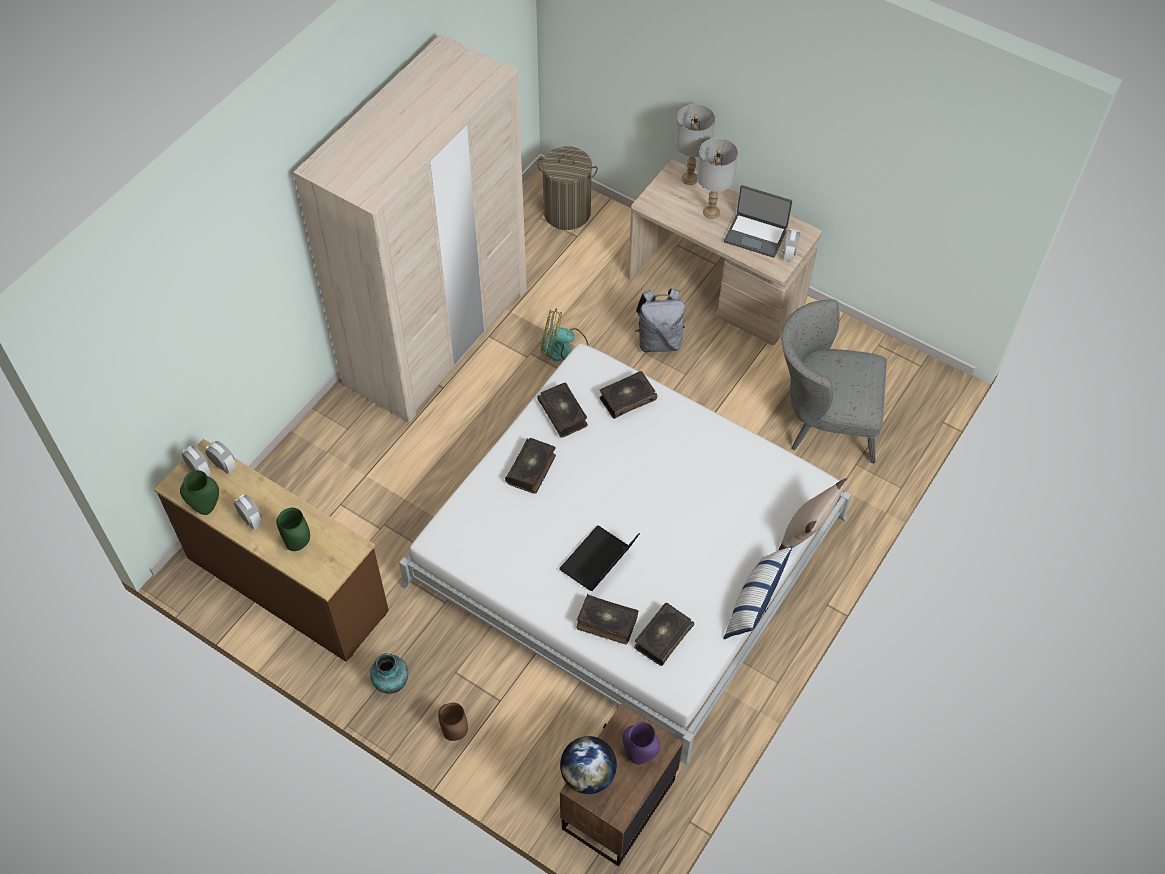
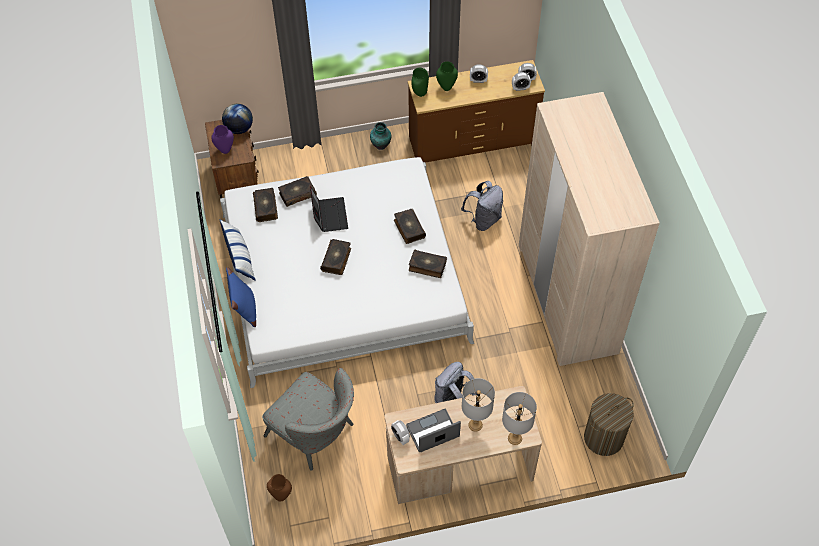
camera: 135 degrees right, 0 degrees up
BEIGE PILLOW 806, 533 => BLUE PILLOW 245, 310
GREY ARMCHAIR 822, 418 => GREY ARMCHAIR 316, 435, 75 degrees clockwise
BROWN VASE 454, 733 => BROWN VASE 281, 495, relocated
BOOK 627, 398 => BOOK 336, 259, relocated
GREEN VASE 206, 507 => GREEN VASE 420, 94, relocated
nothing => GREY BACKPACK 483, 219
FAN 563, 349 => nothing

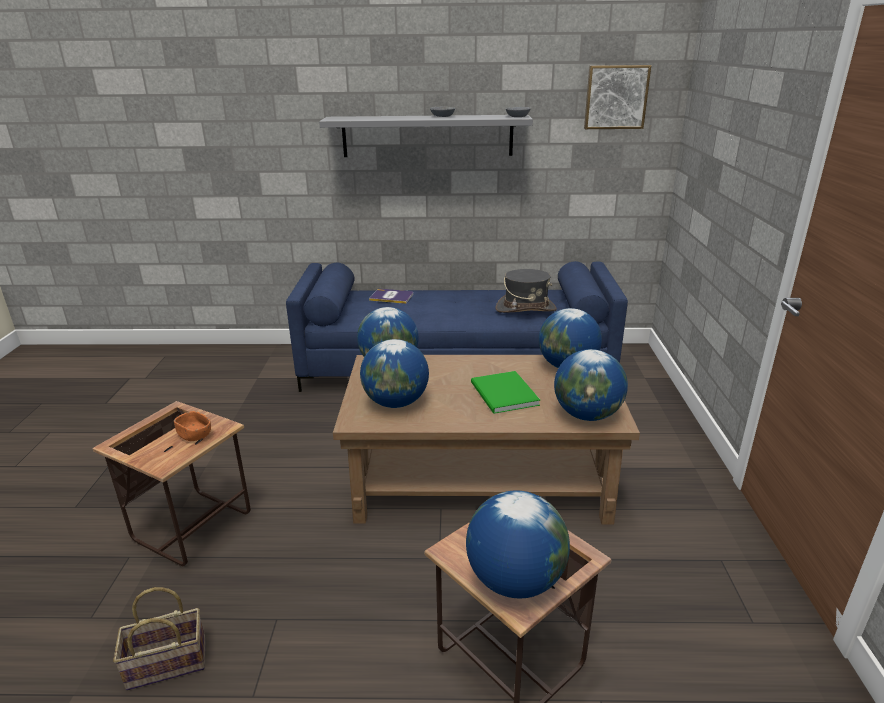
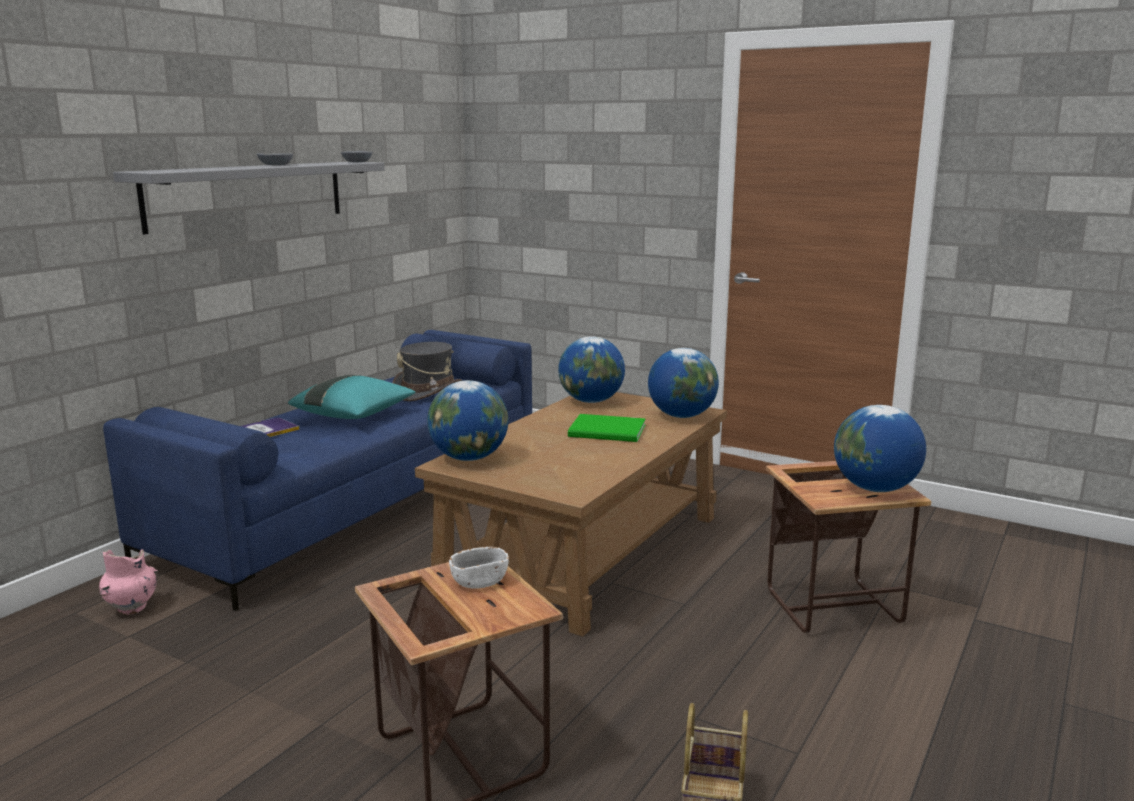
camera: 60 degrees left, 10 degrees down
nothing => PINK VASE 132, 608
nothing => TURQUOISE PILLOW 354, 415
ORANGE BOWL 195, 435 => WHITE BOWL 480, 582
GLOBE 396, 403 => nothing
PICTURE 616, 97 => nothing

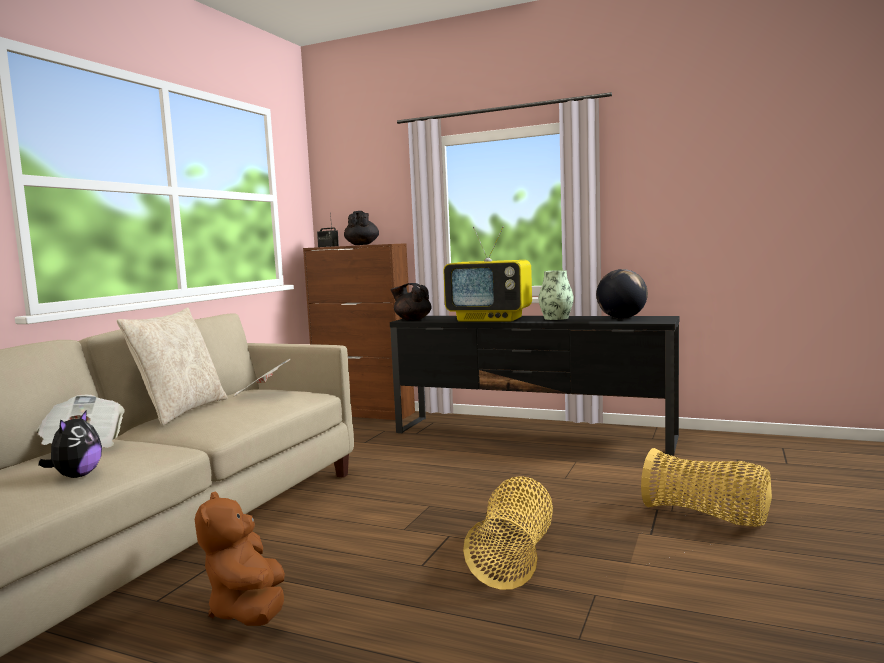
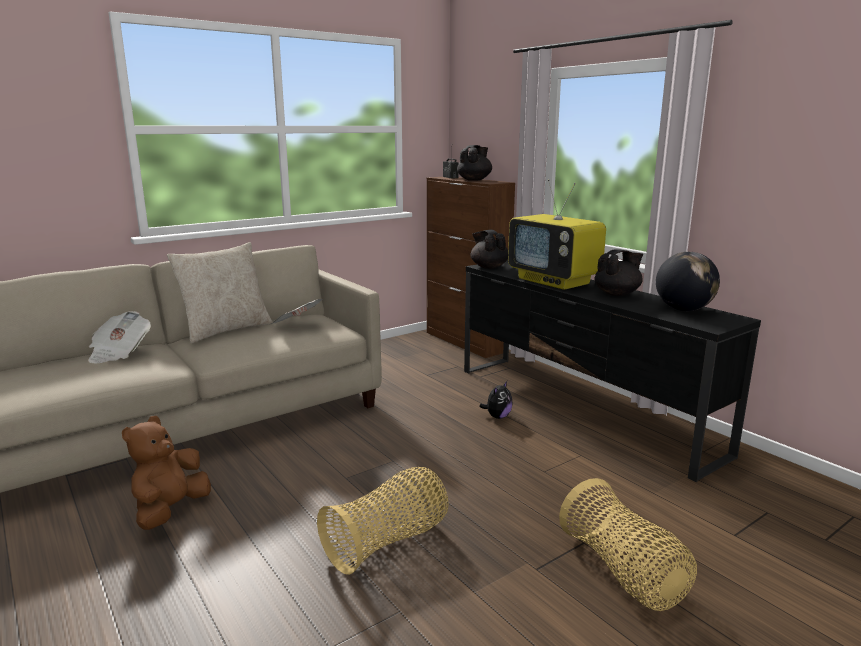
camera: 30 degrees right, 10 degrees up
PLUSH TOY 76, 476 => PLUSH TOY 497, 416, relocated
VASE 556, 318 => BLACK TEAPOT 617, 294

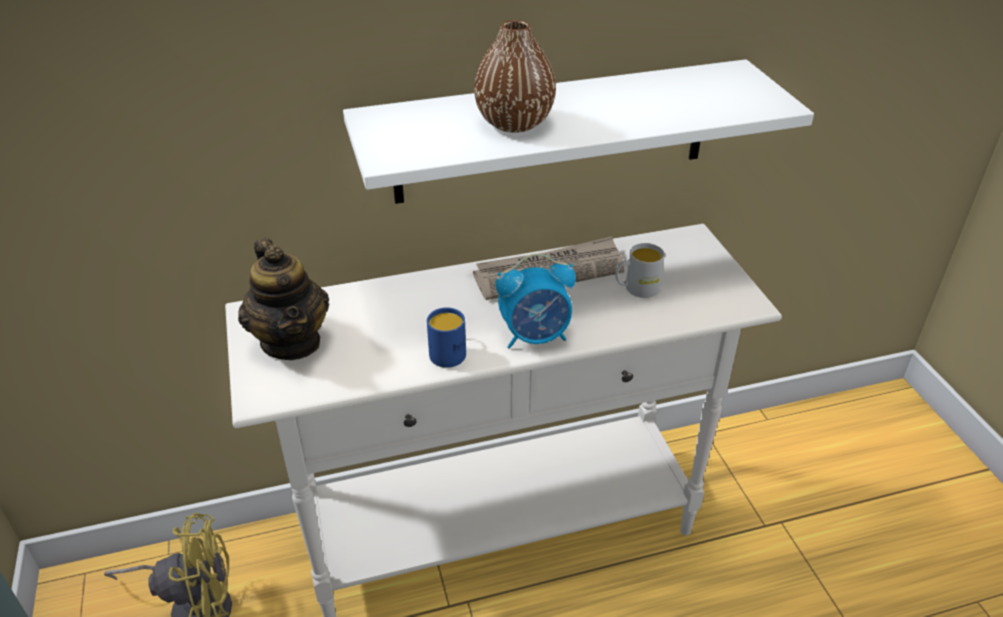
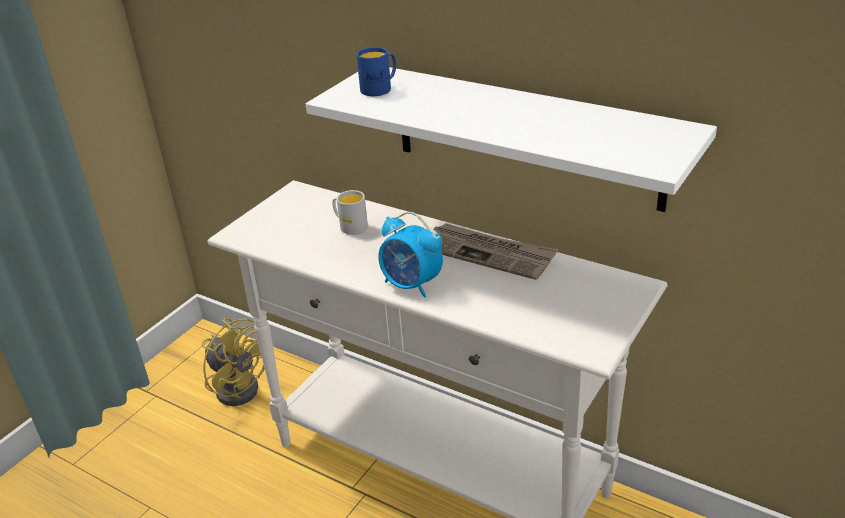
camera: 50 degrees right, 5 degrees down
WHITE MUG 636, 289 => WHITE MUG 350, 226, relocated
BLUE MUG 448, 351 => BLUE MUG 380, 88, relocated
TEAPOT 292, 342 => nothing
BROWN VASE 514, 123 => nothing

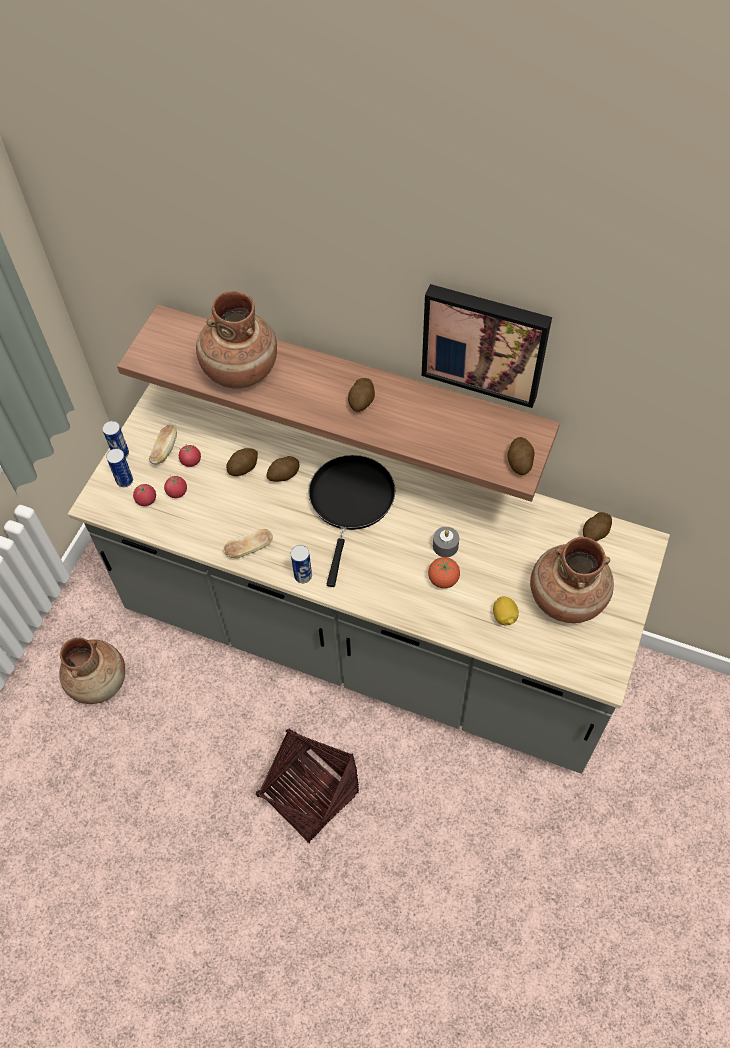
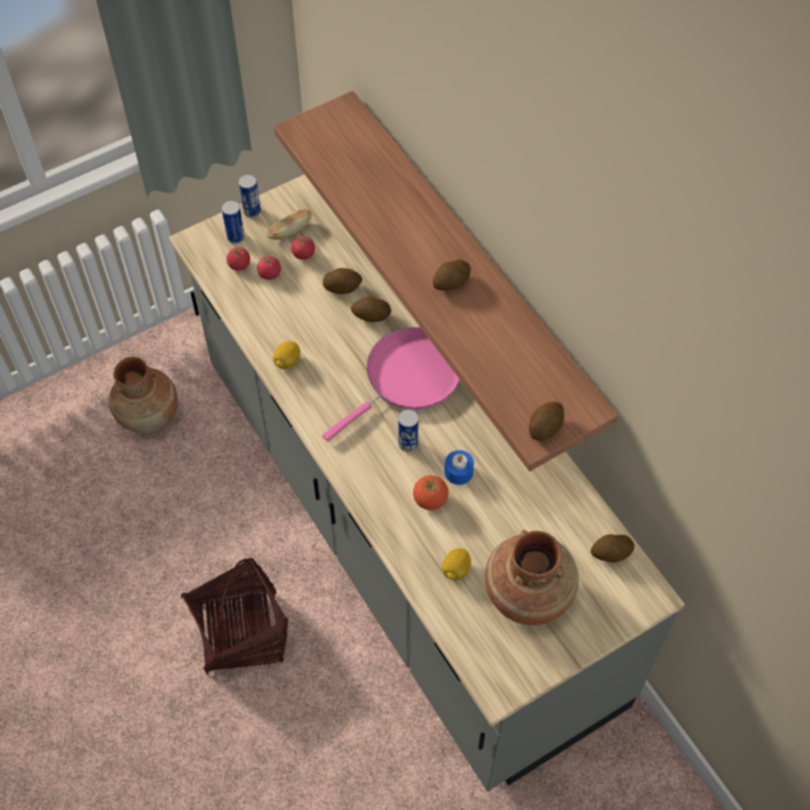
camera: 35 degrees right, 0 degrees up
BREAD 249, 549 => LEMON 287, 362
BLACK FRYING PAN 351, 503 => PINK FRYING PAN 408, 378
CAN 303, 576 => CAN 408, 444, relocated
GREY CANDLE 445, 546 => BLUE CANDLE 458, 472
BROWN VASE 239, 370 => nothing
PICTURE 485, 342 => nothing

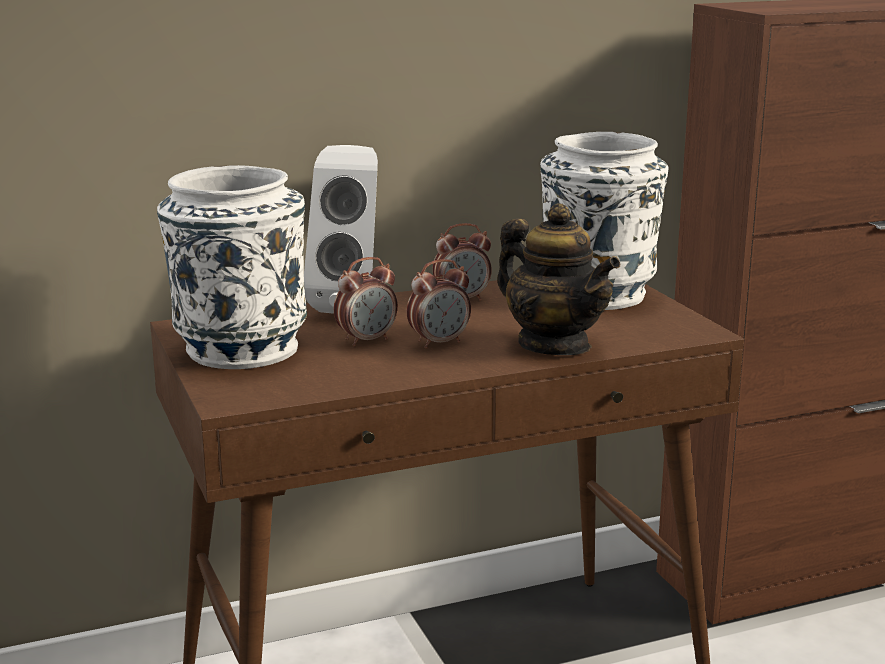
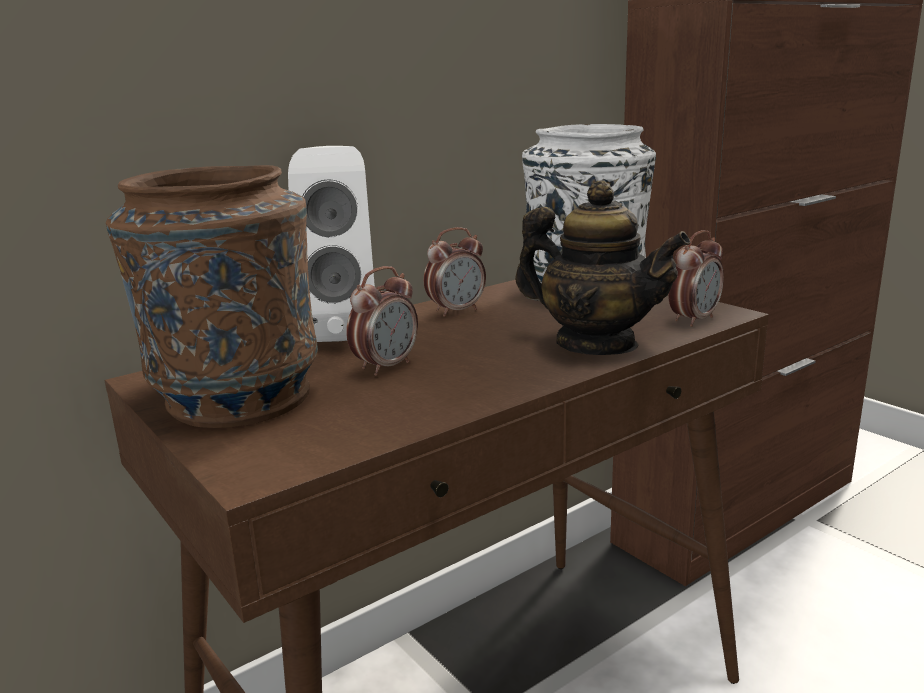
camera: 15 degrees left, 0 degrees up
WHITE VASE 239, 349 => BROWN VASE 235, 399
ALARM CLOCK 439, 343 => ALARM CLOCK 694, 320, relocated

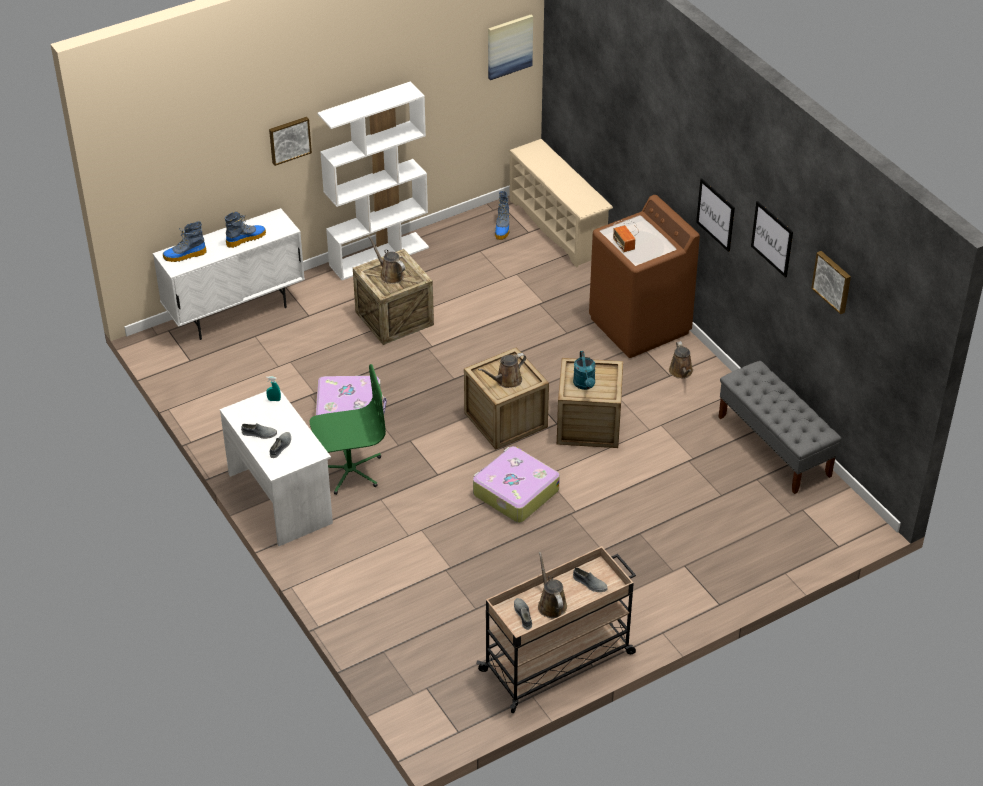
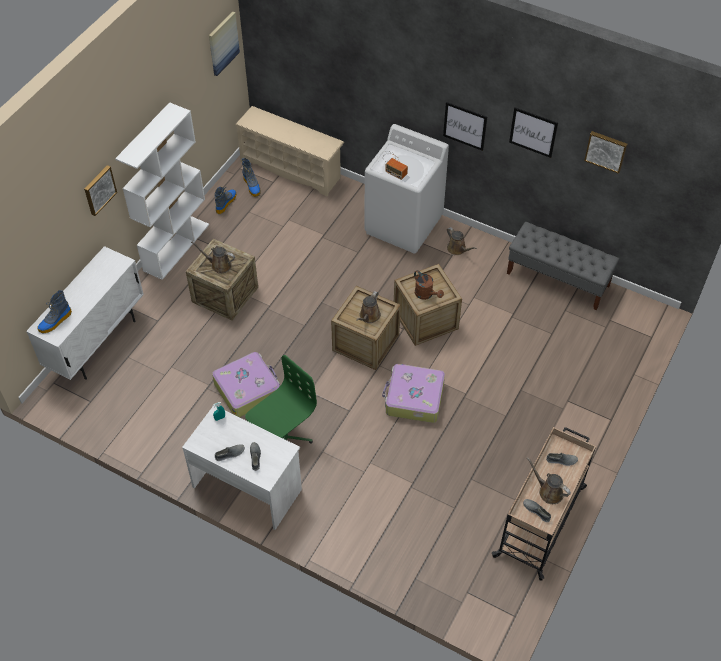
camera: 30 degrees left, 10 degrees up
BOOT 246, 238 => BOOT 226, 203, relocated
BROWN WASHING MACHINE 640, 326 => WHITE WASHING MACHINE 404, 225
TURQUOISE WATERING CAN 585, 385 => BROWN WATERING CAN 426, 294

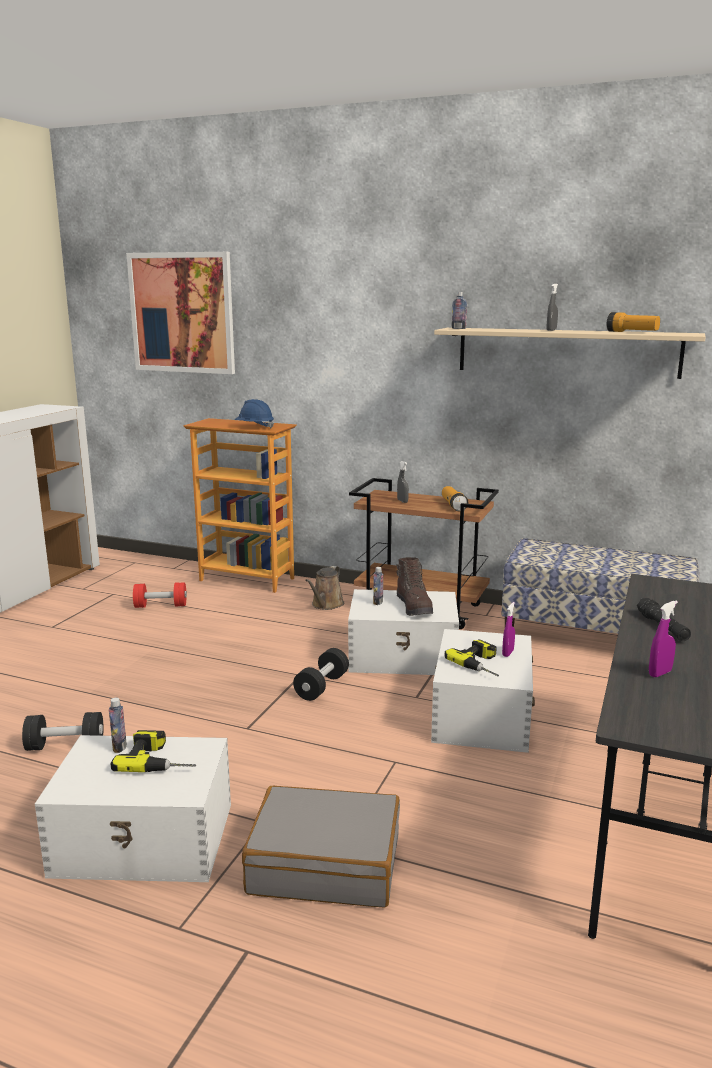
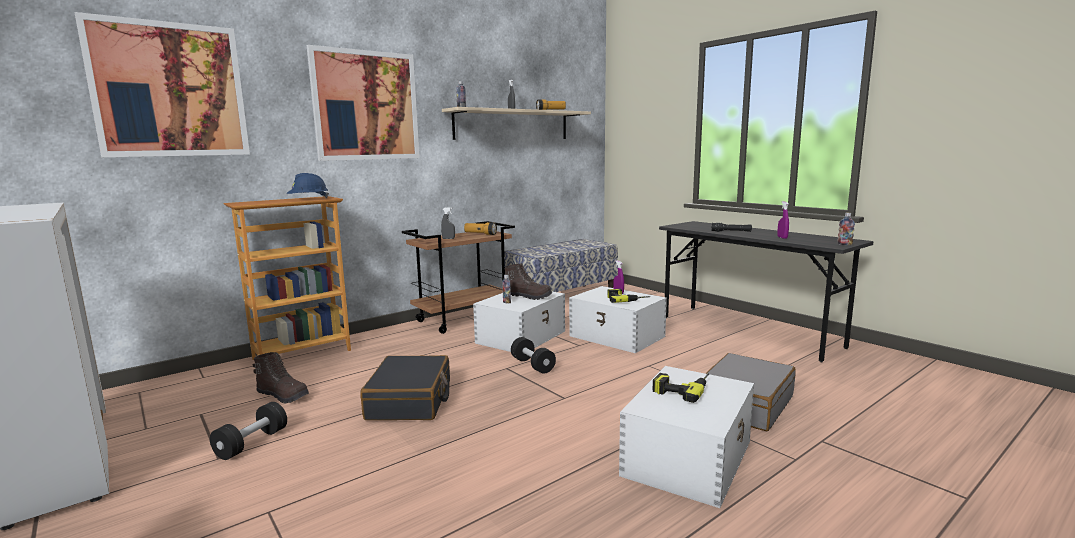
camera: 60 degrees left, 5 degrees down
BLACK DUMBBELL 65, 746 => BLACK DUMBBELL 252, 443, relocated
RED DUMBBELL 160, 606 => BROWN BOOT 283, 395
nothing => PICTURE 366, 106
nothing => BLACK SUITCASE 410, 400
BOTTLE 119, 747 => BOTTLE 844, 244, relocated
BROWN WATERING CAN 326, 605 => nothing

